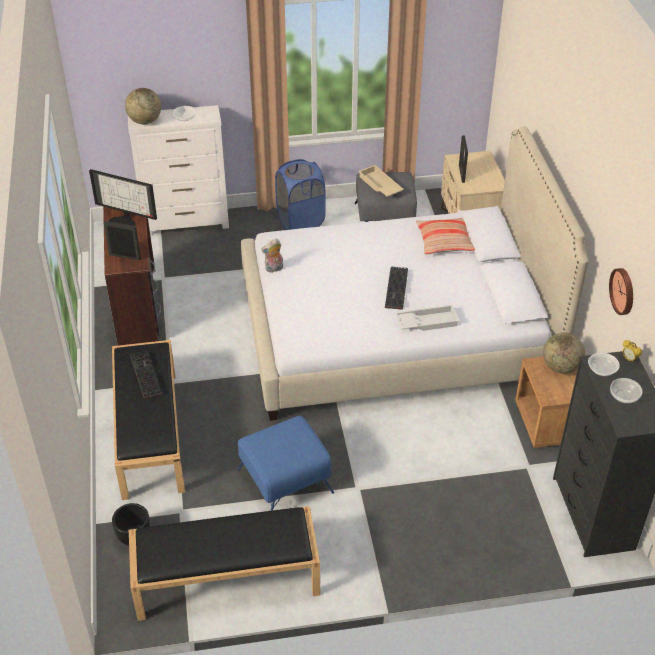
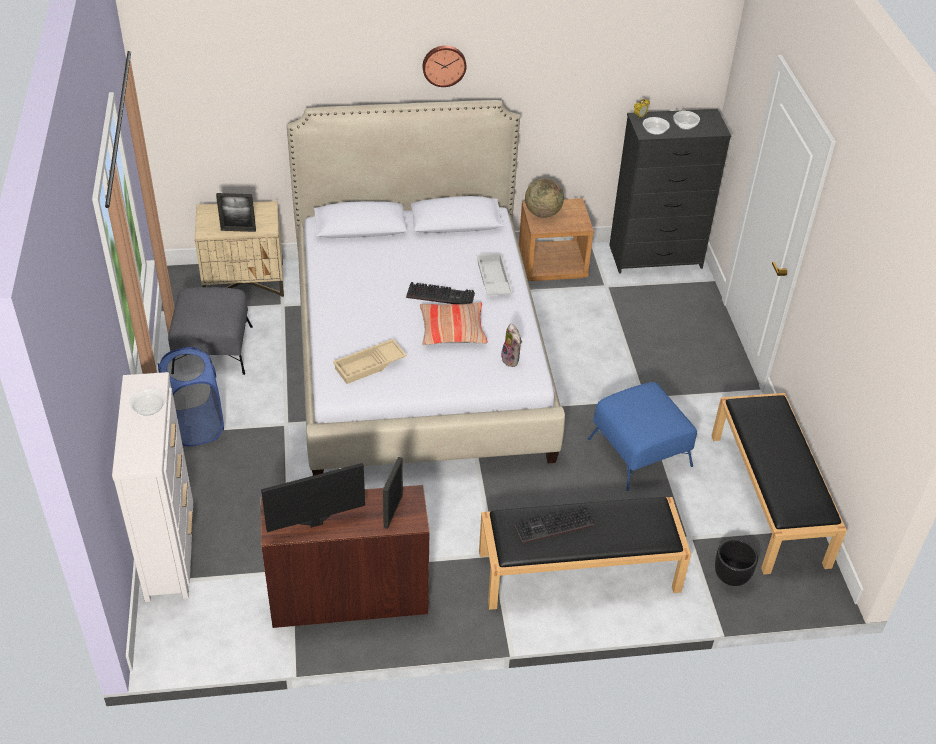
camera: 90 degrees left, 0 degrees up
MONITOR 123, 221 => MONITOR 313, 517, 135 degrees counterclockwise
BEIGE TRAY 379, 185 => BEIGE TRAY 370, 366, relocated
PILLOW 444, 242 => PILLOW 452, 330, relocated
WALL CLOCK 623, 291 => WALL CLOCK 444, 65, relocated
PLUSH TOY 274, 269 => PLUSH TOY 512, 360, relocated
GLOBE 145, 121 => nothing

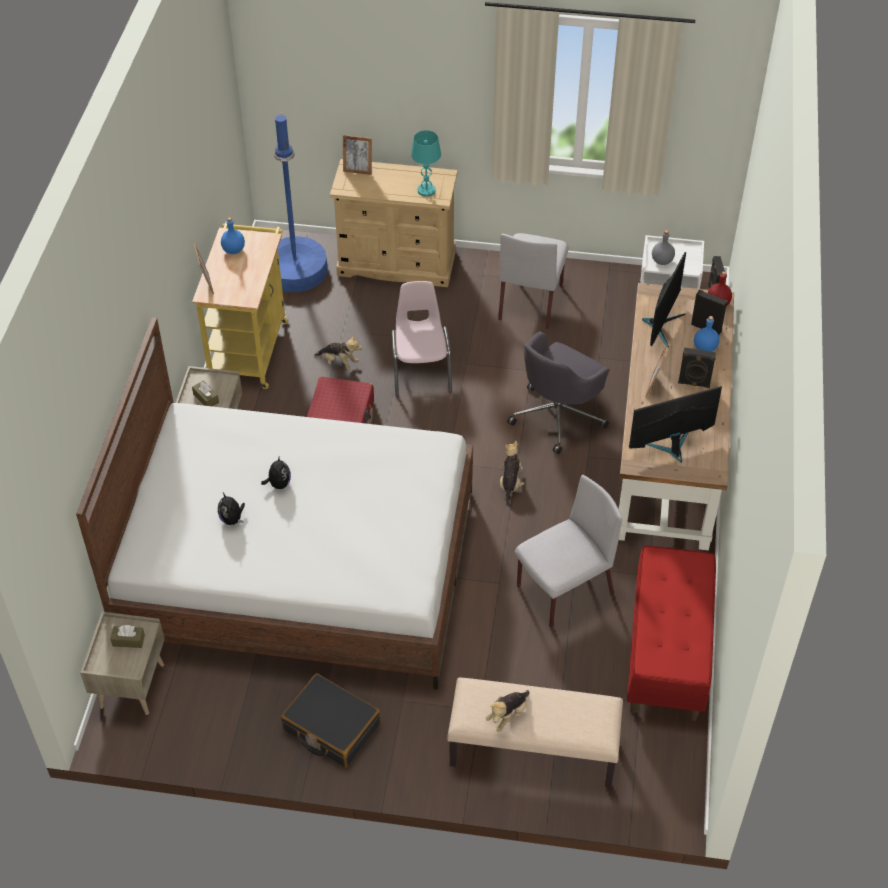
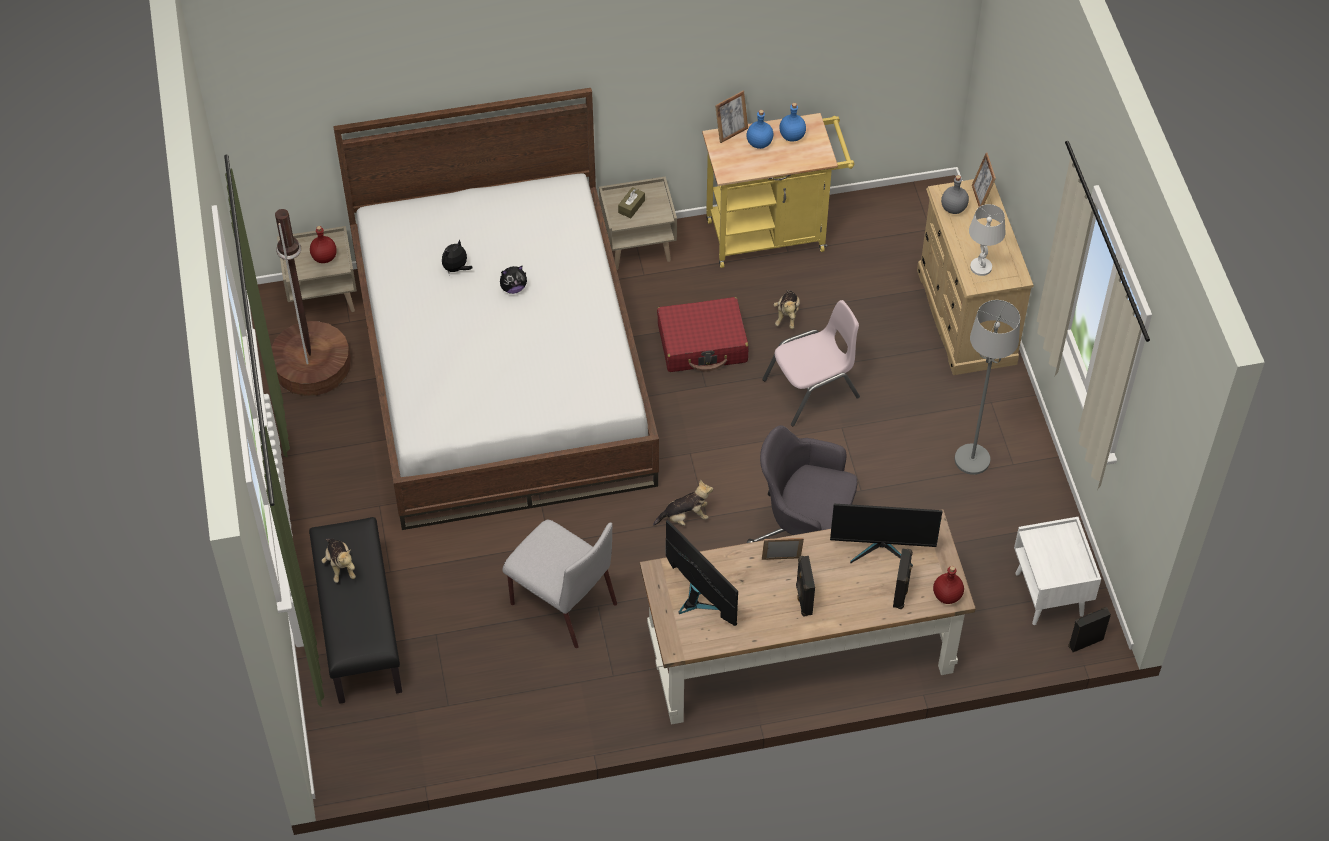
camera: 70 degrees right, 5 degrees up
nothing => BROWN FLOOR LAMP 311, 364
BEIGE BENCH 532, 751 => BLACK BENCH 358, 627
BROWN TISSUE BOX 128, 640 => RED BOTTLE 324, 257
PLUSH TOY 508, 715 => PLUSH TOY 340, 566, 135 degrees counterclockwise
BLUE BOTTLE 705, 348 => BLUE BOTTLE 759, 143, relocated
GREY BOTTLE 661, 261 => GREY BOTTLE 953, 208, relocated
GREY CHAIR 530, 301 => GREY FLOOR LAMP 971, 459
TURQUOISE TABLE LAMP 426, 190 => WHITE TABLE LAMP 981, 267
BLUE FLOOR LAMP 296, 271 => nothing
BLACK SUITCASE 331, 727 => nothing
RED BENCH 667, 653 => nothing

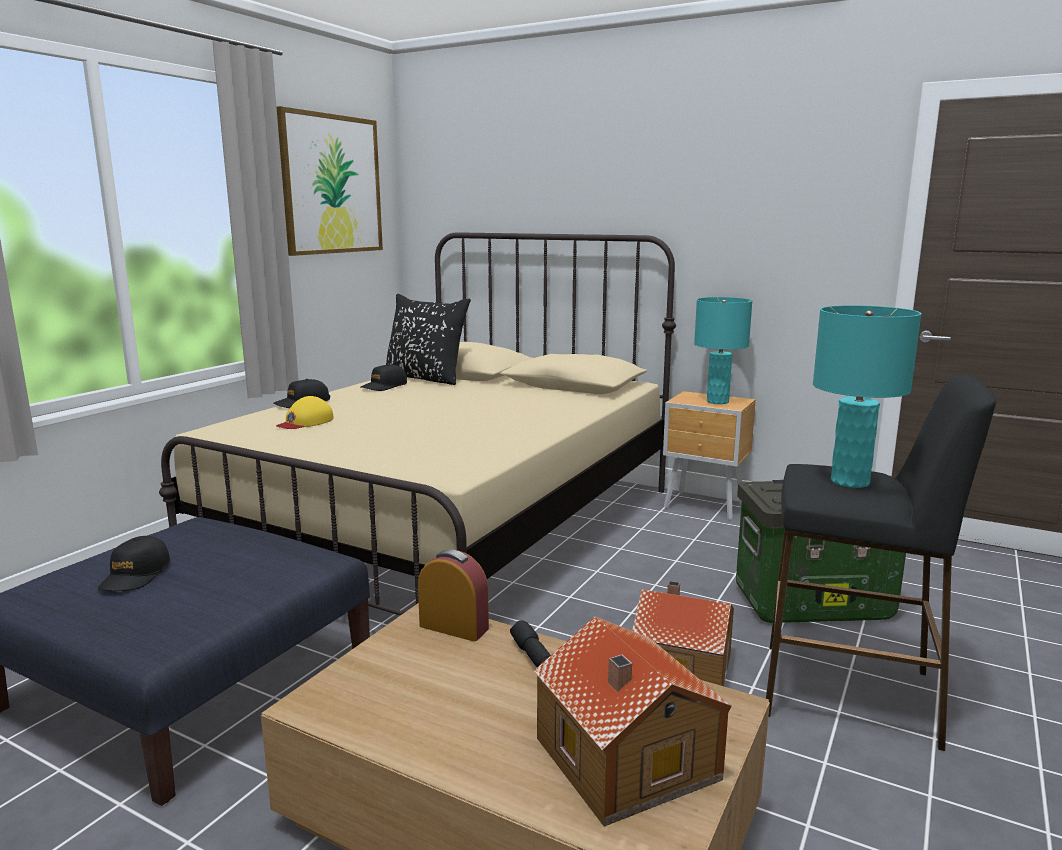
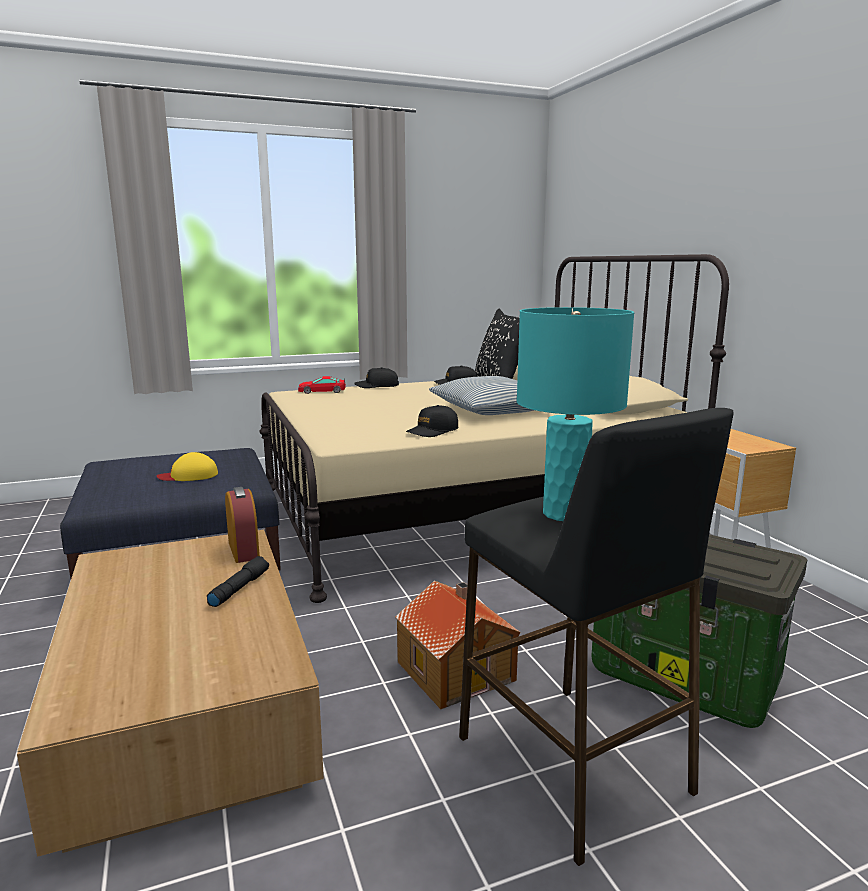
camera: 40 degrees right, 0 degrees up
YELLOW CAP 305, 422 => YELLOW CAP 189, 475, relocated
nothing => TOY CAR 322, 391
BLACK CAP 135, 575 => BLACK CAP 433, 431, relocated
nothing => PILLOW 492, 410
PICTURE 331, 184 => nothing
TOY HOUSE 625, 761 => nothing
TURQUOISE TABLE LAMP 718, 401 => nothing

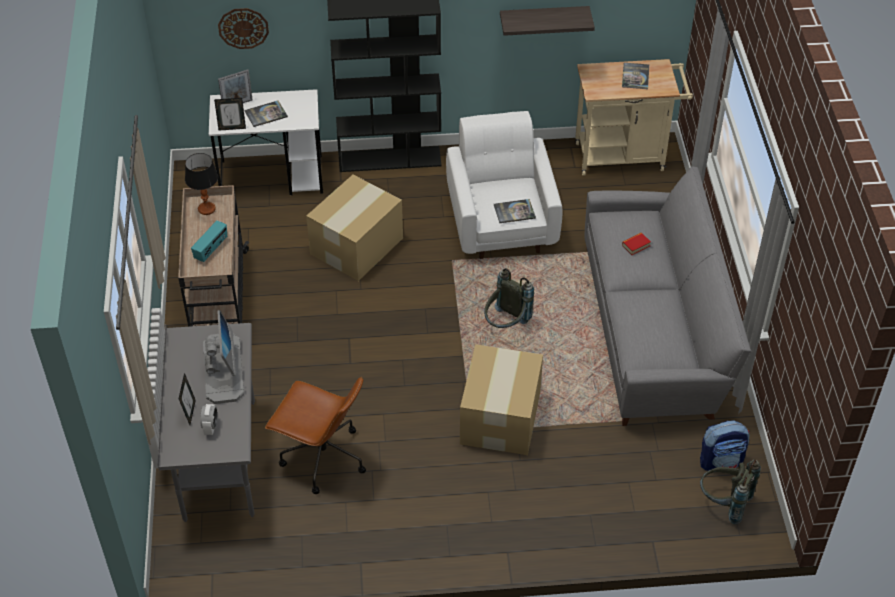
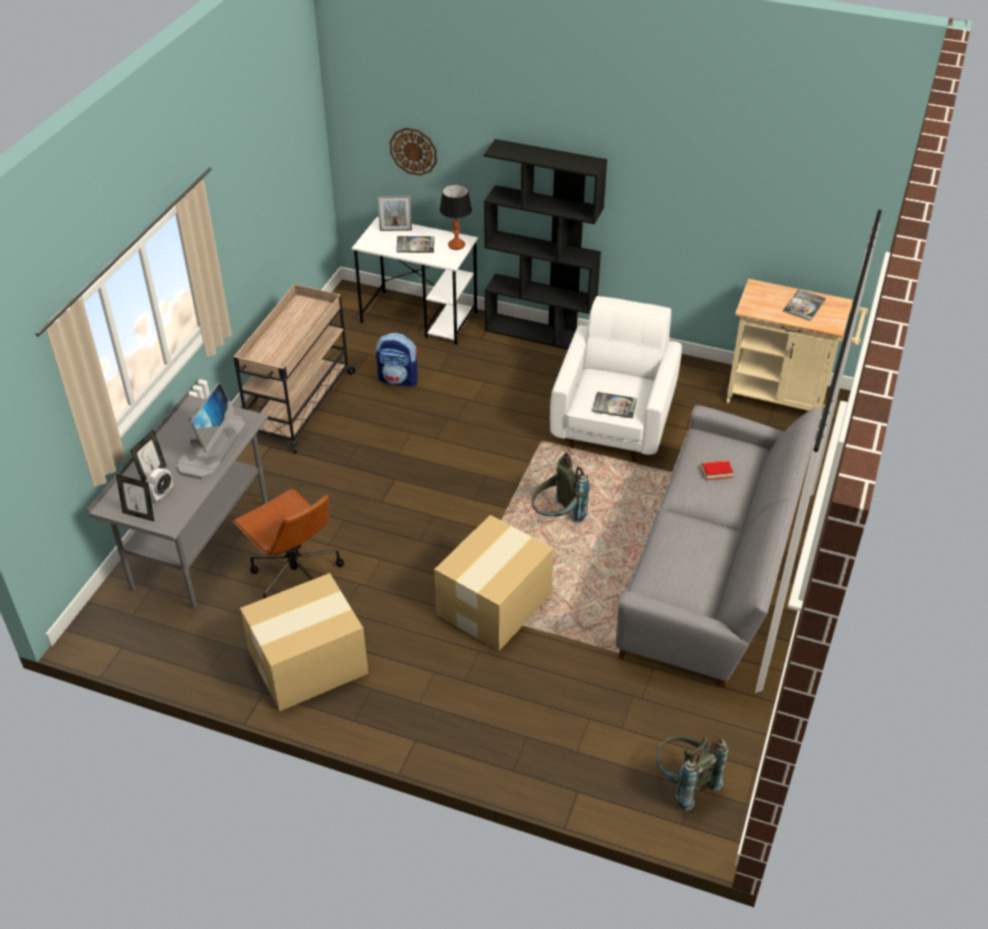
camera: 25 degrees right, 5 degrees down
PICTURE FRAME 232, 128 => PICTURE FRAME 139, 515, relocated
CARDBOARD BOX 355, 246 => CARDBOARD BOX 306, 663, relocated
BACKPACK 721, 461 => BACKPACK 399, 379, relocated
TABLE LAMP 206, 209 => TABLE LAMP 456, 245, relocated
RADIO 211, 249 => nothing
SHELF 544, 19 => nothing

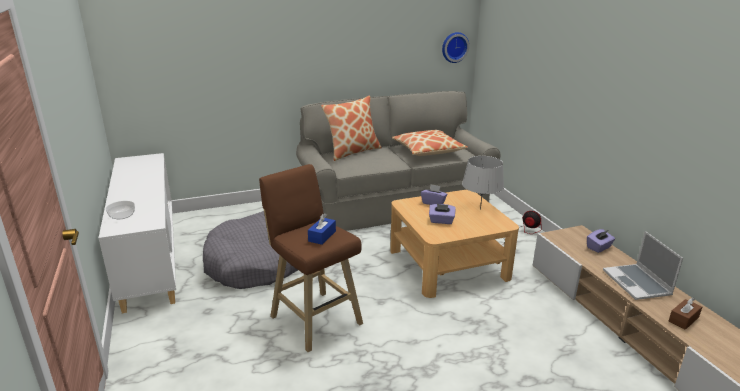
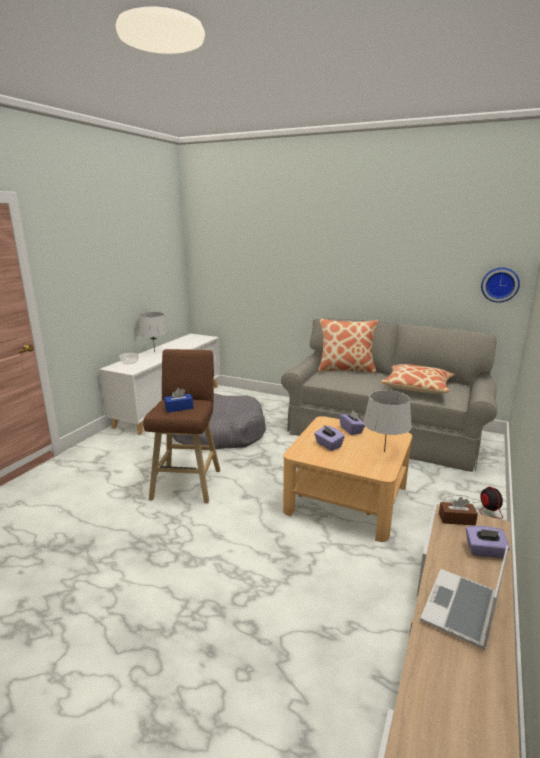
camera: 45 degrees right, 5 degrees down
nothing => GREY TABLE LAMP 154, 352
BROWN TISSUE BOX 683, 319 => BROWN TISSUE BOX 456, 519, relocated

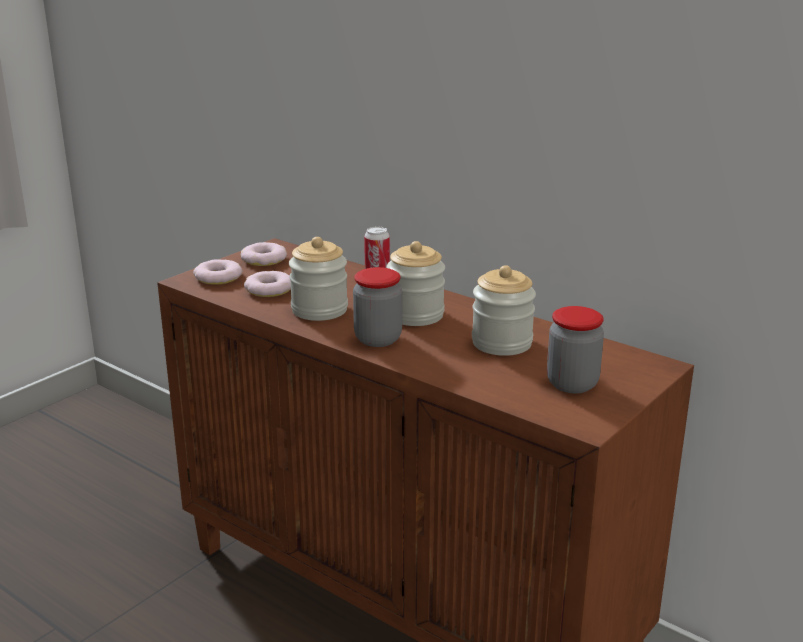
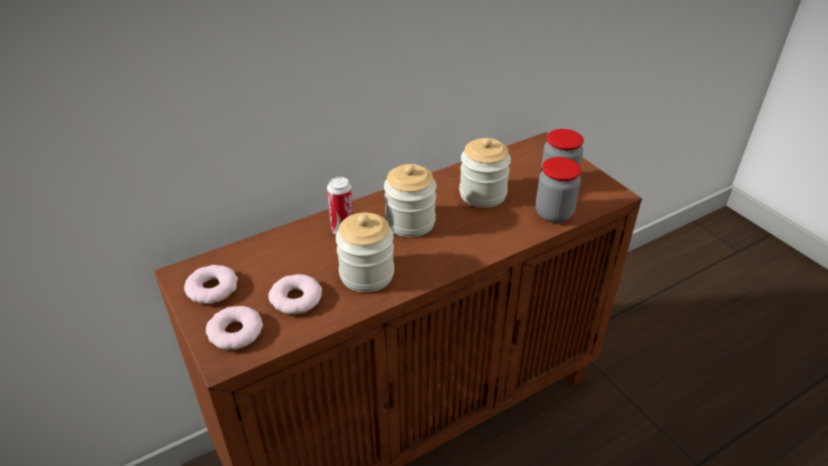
camera: 70 degrees left, 15 degrees up
JAR 378, 339 => JAR 553, 213, relocated

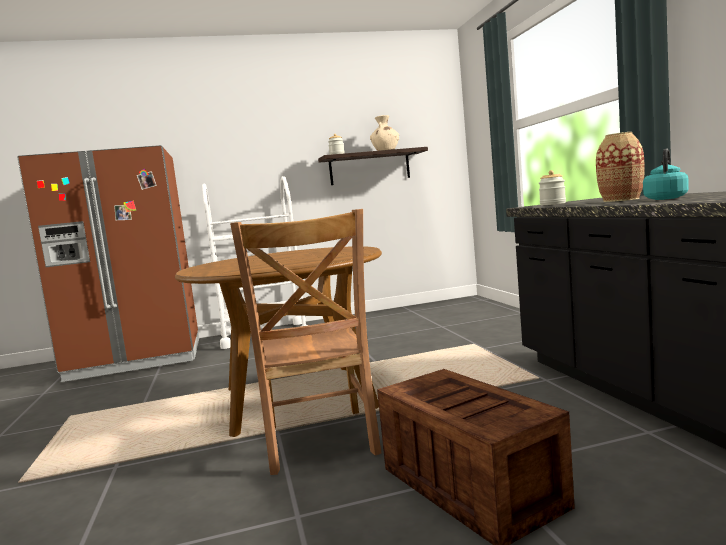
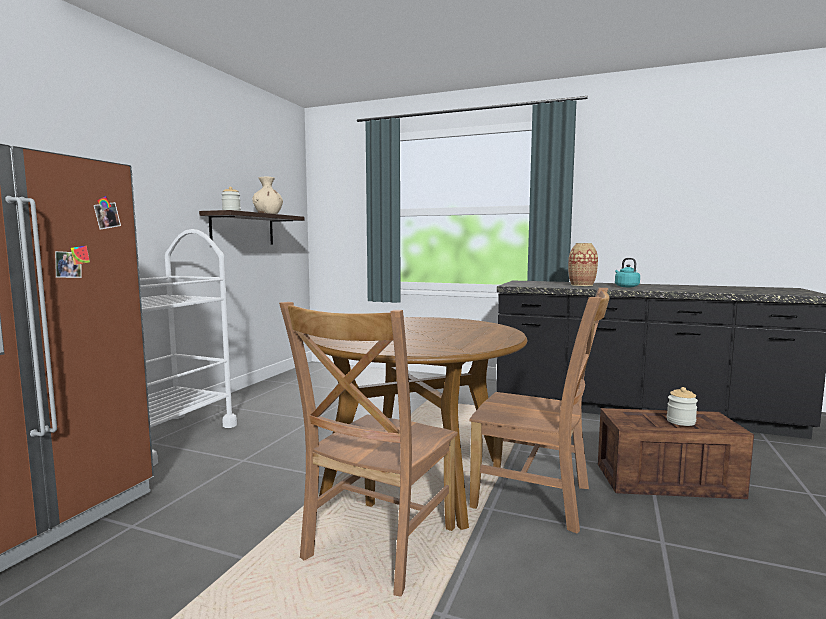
camera: 55 degrees left, 0 degrees up
nothing => BROWN CHAIR 377, 546
JAR 552, 204 => JAR 681, 421, relocated

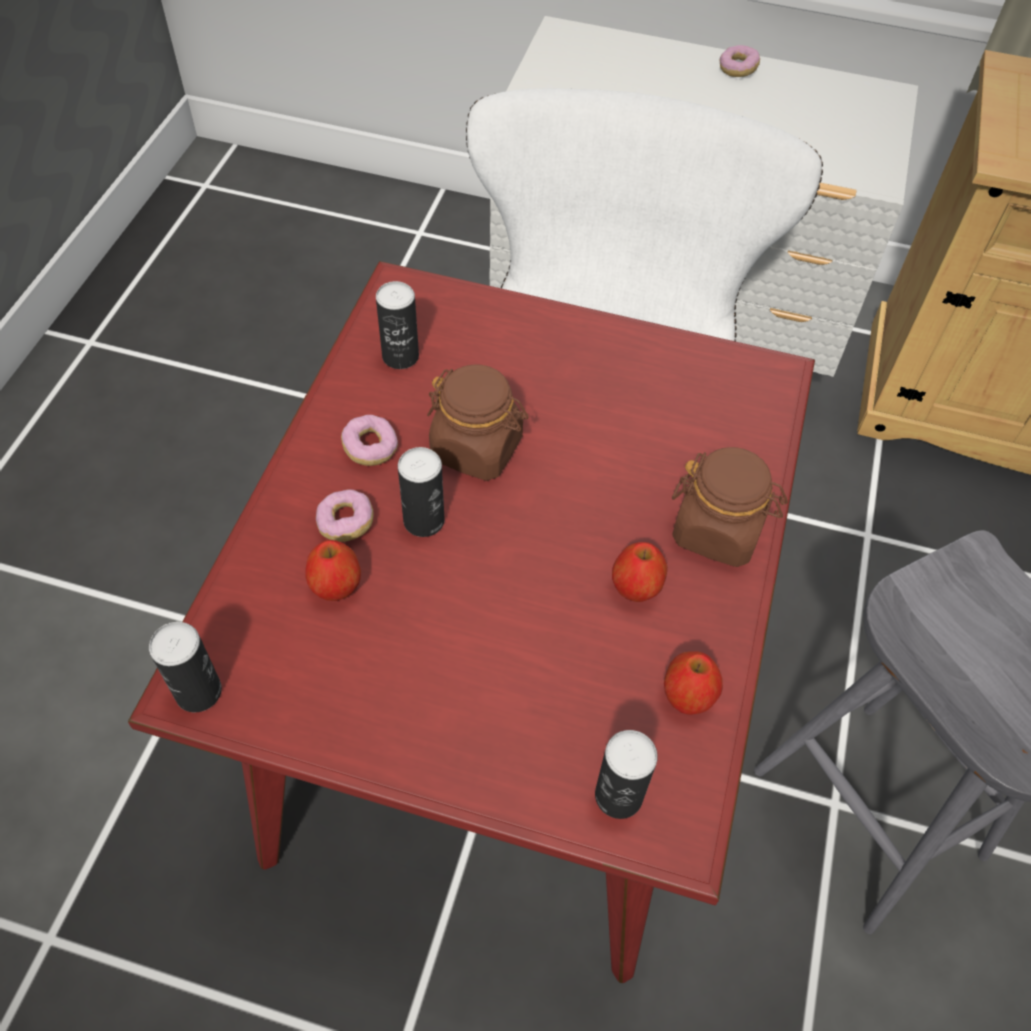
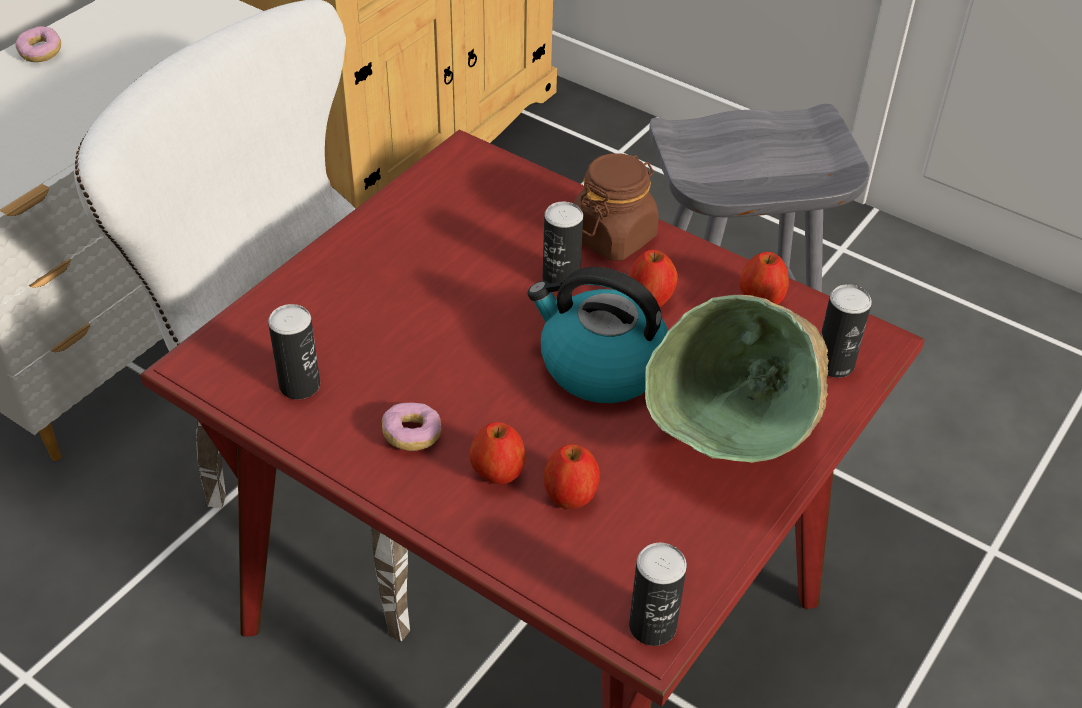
camera: 70 degrees left, 10 degrees down
DONUT 346, 523 => APPLE 497, 474
nothing => KETTLE 600, 366
CAN 424, 520 => CAN 561, 280, relocated
nothing => GREEN BOWL 737, 444
BROWN JAR 477, 448 => nothing

